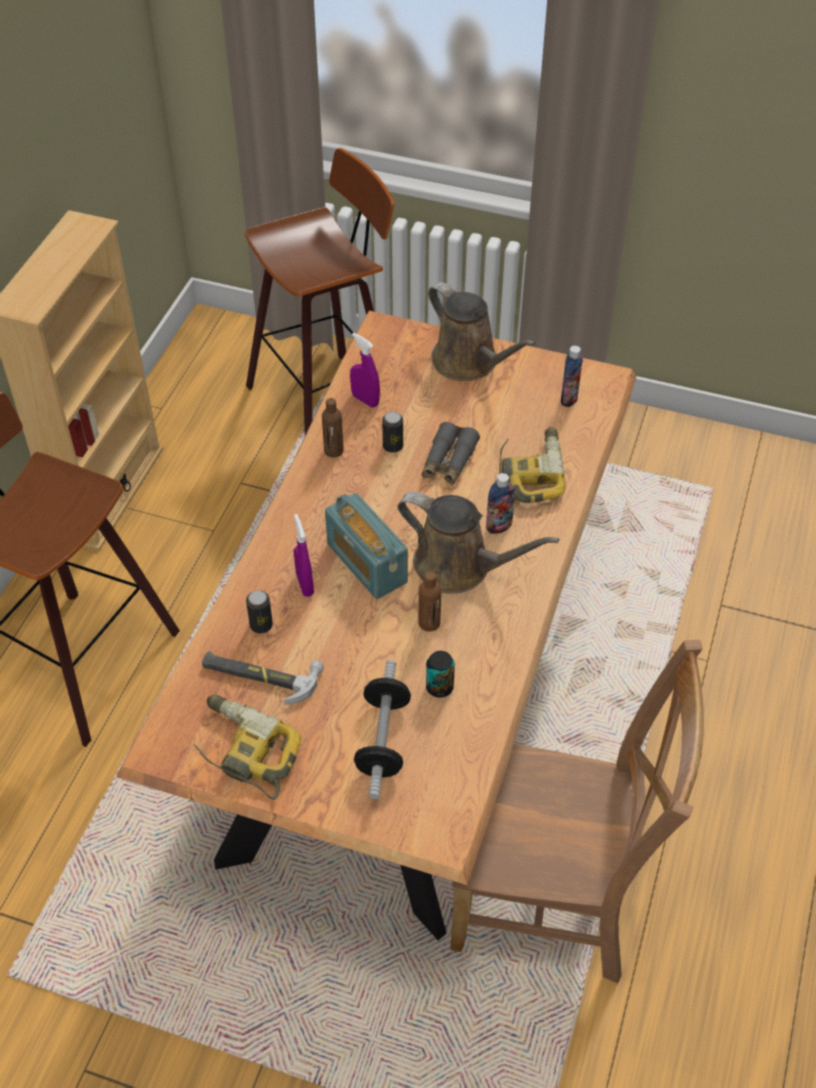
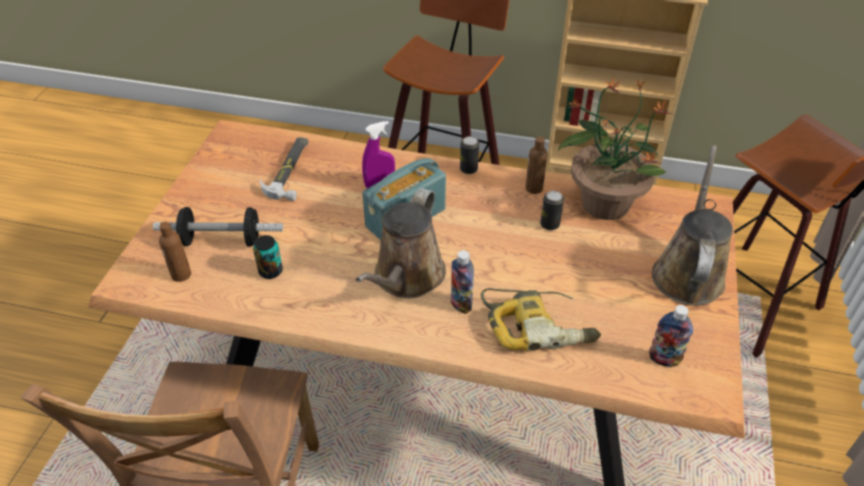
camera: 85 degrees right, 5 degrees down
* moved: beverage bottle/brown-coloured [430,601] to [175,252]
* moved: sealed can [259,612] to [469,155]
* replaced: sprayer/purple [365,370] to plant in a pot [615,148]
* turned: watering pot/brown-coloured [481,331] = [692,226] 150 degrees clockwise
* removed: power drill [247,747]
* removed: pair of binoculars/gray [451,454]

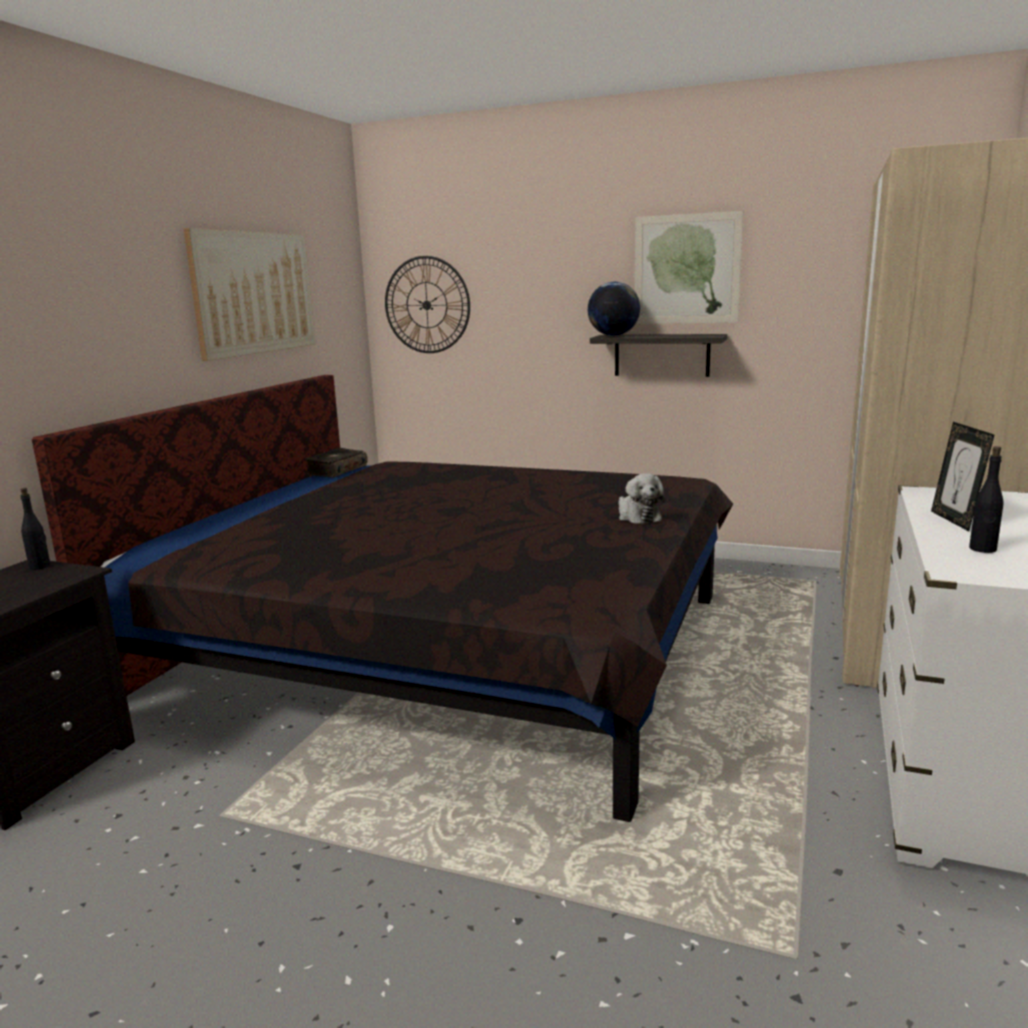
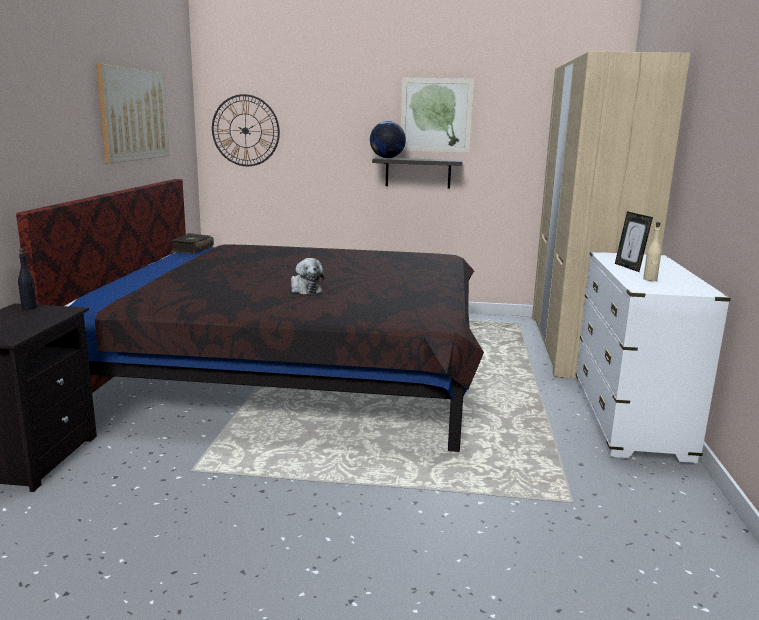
camera: 15 degrees left, 0 degrees up
* moved: plush toy [642,498] to [307,276]
* recoloured: beverage bottle/black [986,499] to beverage bottle/sand-coloured [652,251]

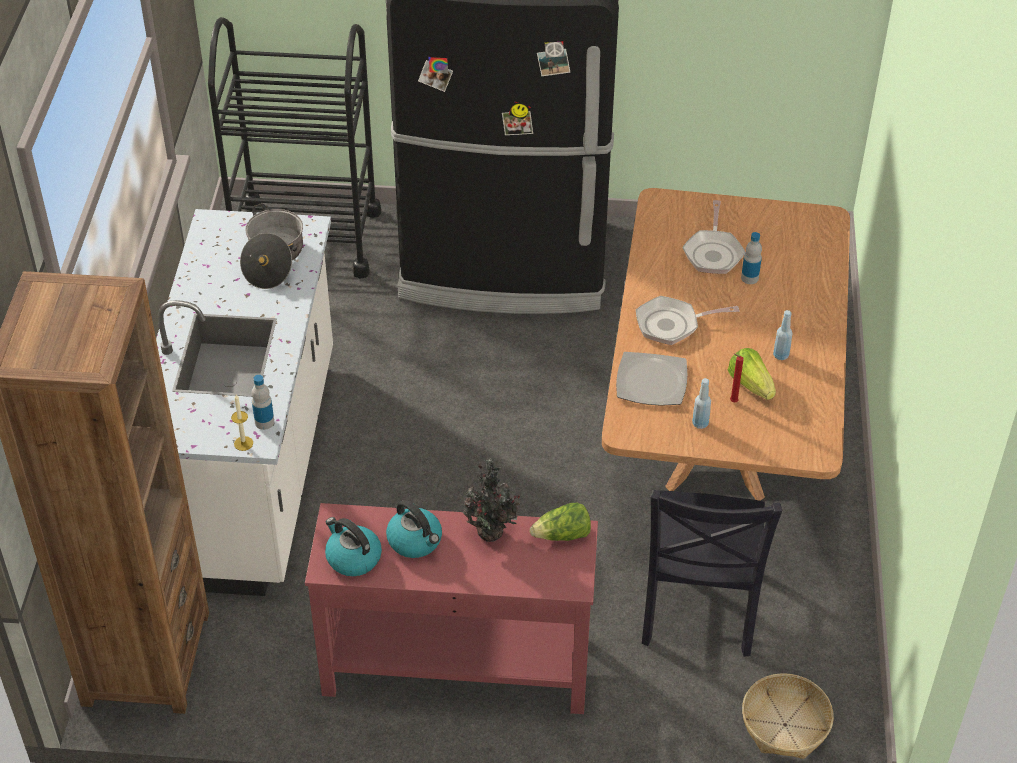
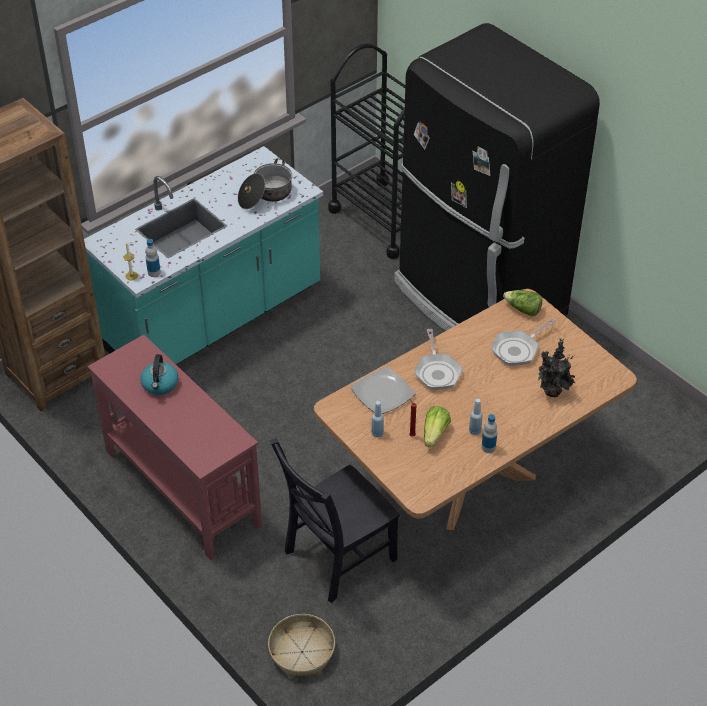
camera: 45 degrees right, 0 degrees up
* recoloured: counter/white [244,402] to counter/turquoise-coloured [203,255]
* turned: frying pan [687,320] = [438,359] 135 degrees counterclockwise
* moved: beverage bottle [751,258] to [489,433]
* moved: head of lettuce [560,522] to [522,303]
* moved: plant in a pot [491,500] to [556,367]
* removed: tea kettle [353,546]

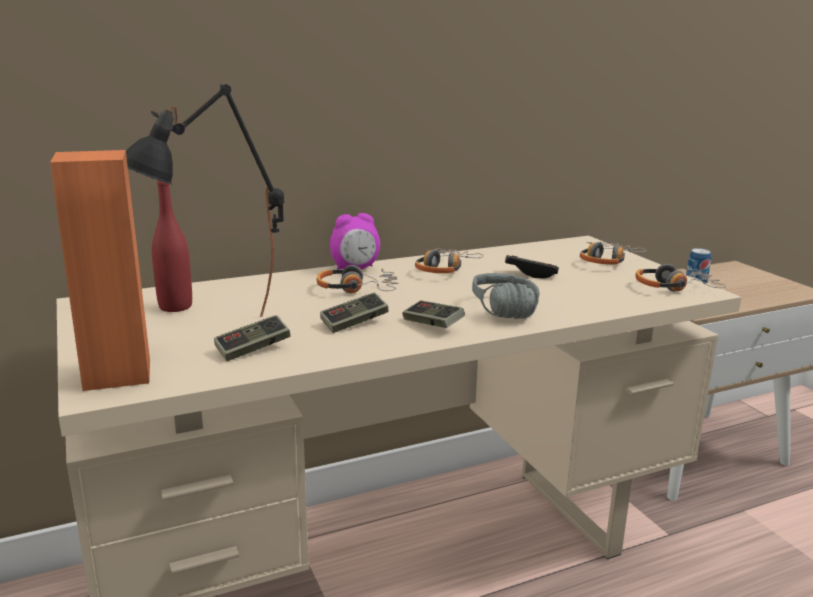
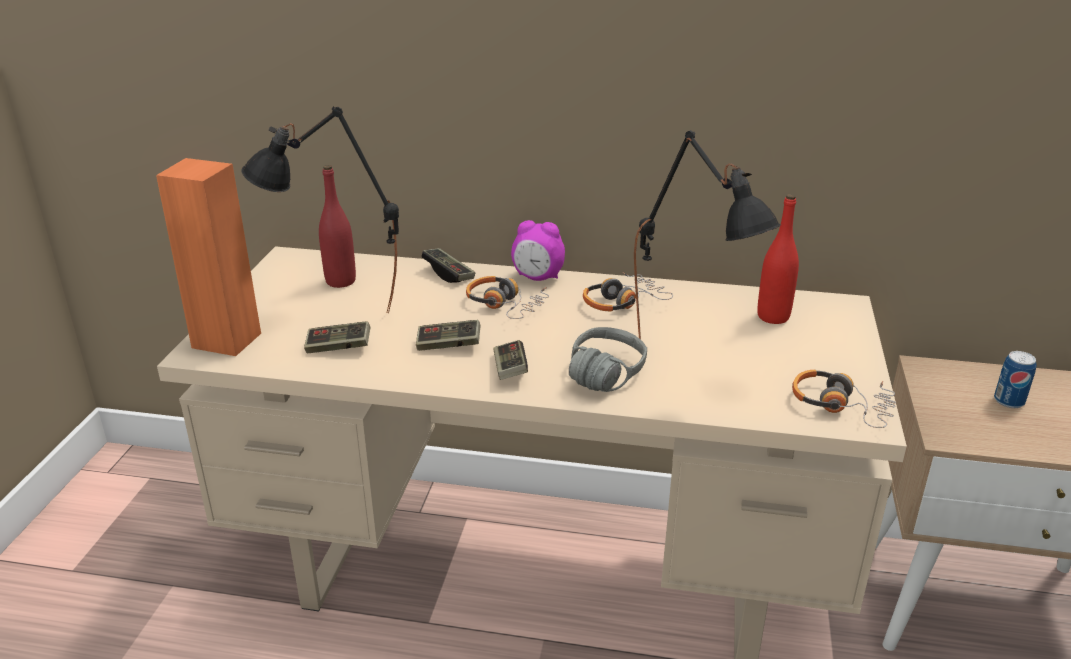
camera: 35 degrees right, 10 degrees up
* moved: gamepad [532,267] to [448,265]
* added: table lamp/black [707,234]
* added: beverage bottle/red [778,259]
* removed: pair of headphones [613,253]

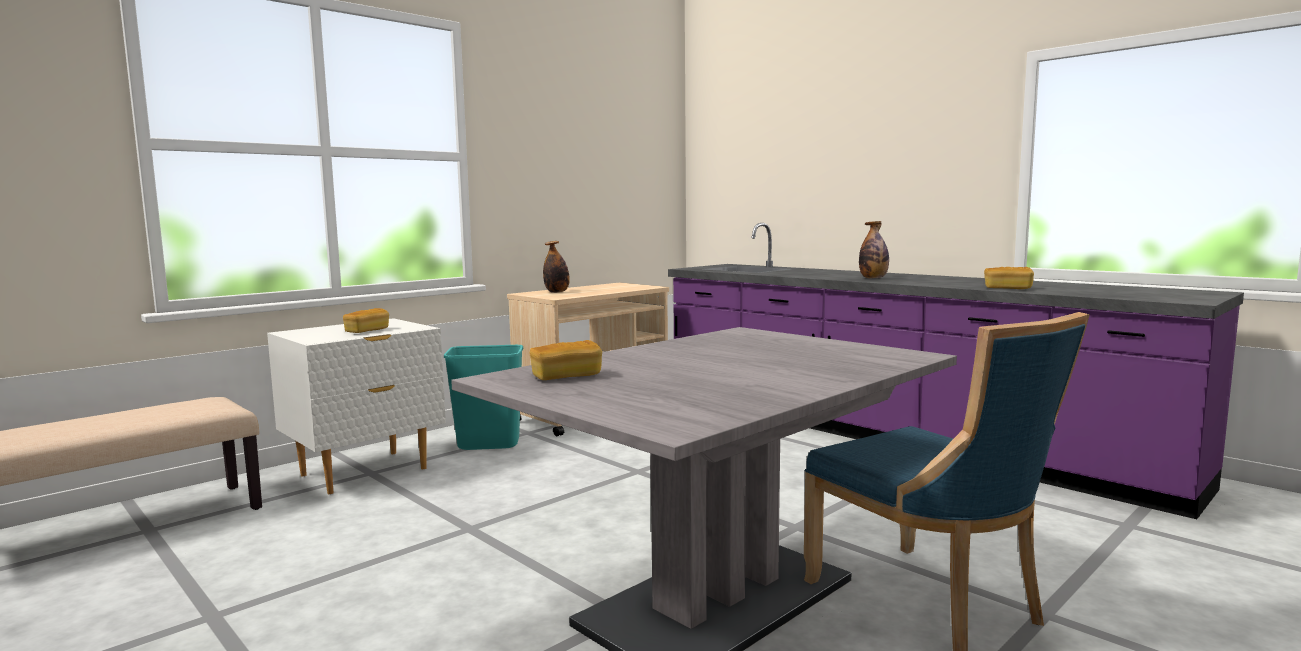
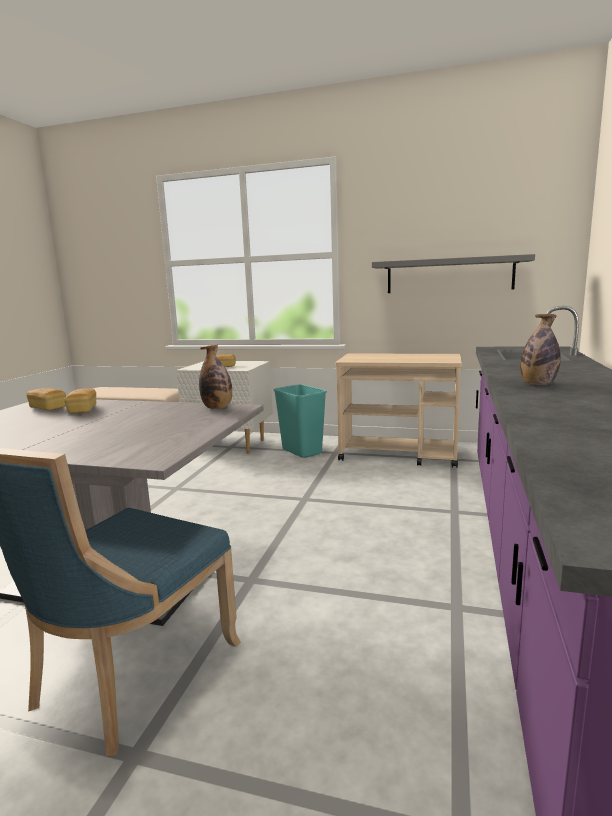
camera: 60 degrees right, 5 degrees up
* moved: bakery bread [1009,278] to [80,400]
* moved: beverage bottle [556,267] to [215,376]
* added: bracket shelf/gray [453,273]

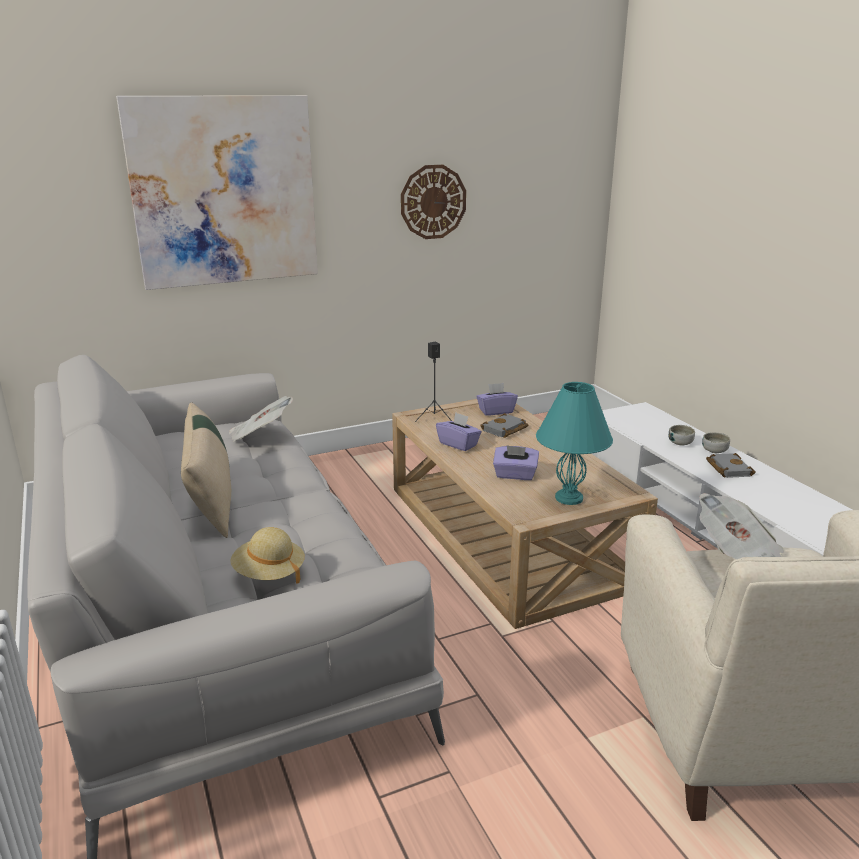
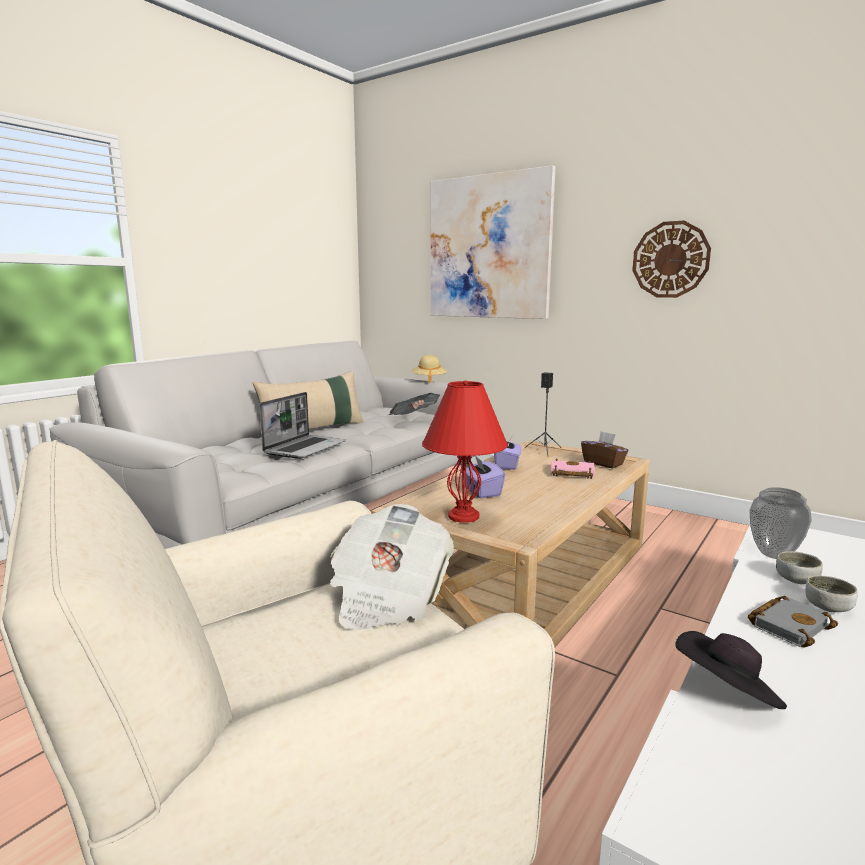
camera: 60 degrees right, 10 degrees down
* added: portable computer [302,425]
* moved: hat/sand-coloured [267,555] to [429,369]
* recoloured: table lamp/turquoise-coloured [574,443] to table lamp/red [465,452]
* recoloured: book/gray [504,425] to book/pink-coloured [573,469]
* recoloured: tissue holder/purple [497,399] to tissue holder/brown-coloured [604,449]
* added: hat/black [731,670]
* added: decorative vase [780,523]

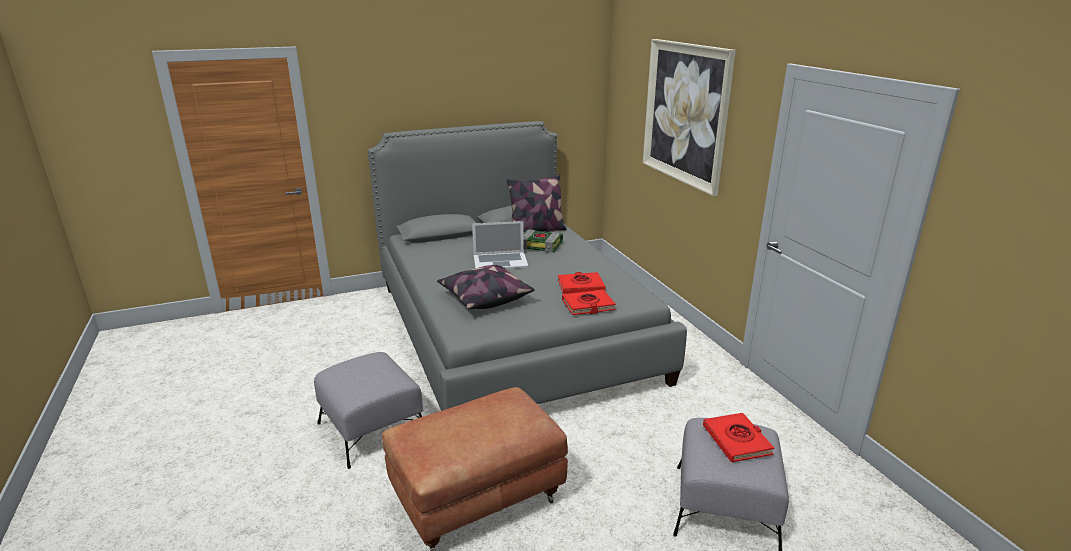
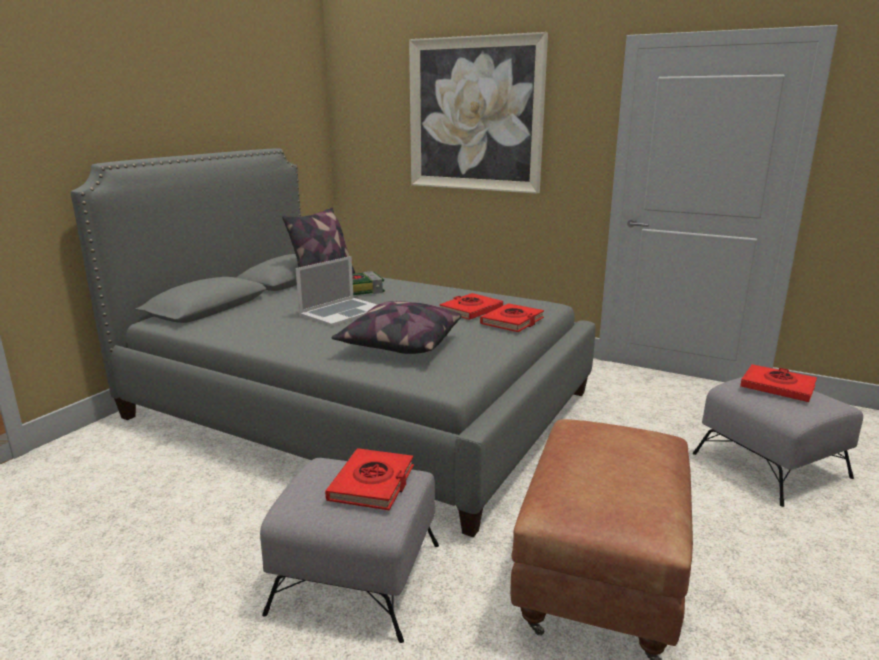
camera: 40 degrees left, 5 degrees down
* added: book/red [369,479]

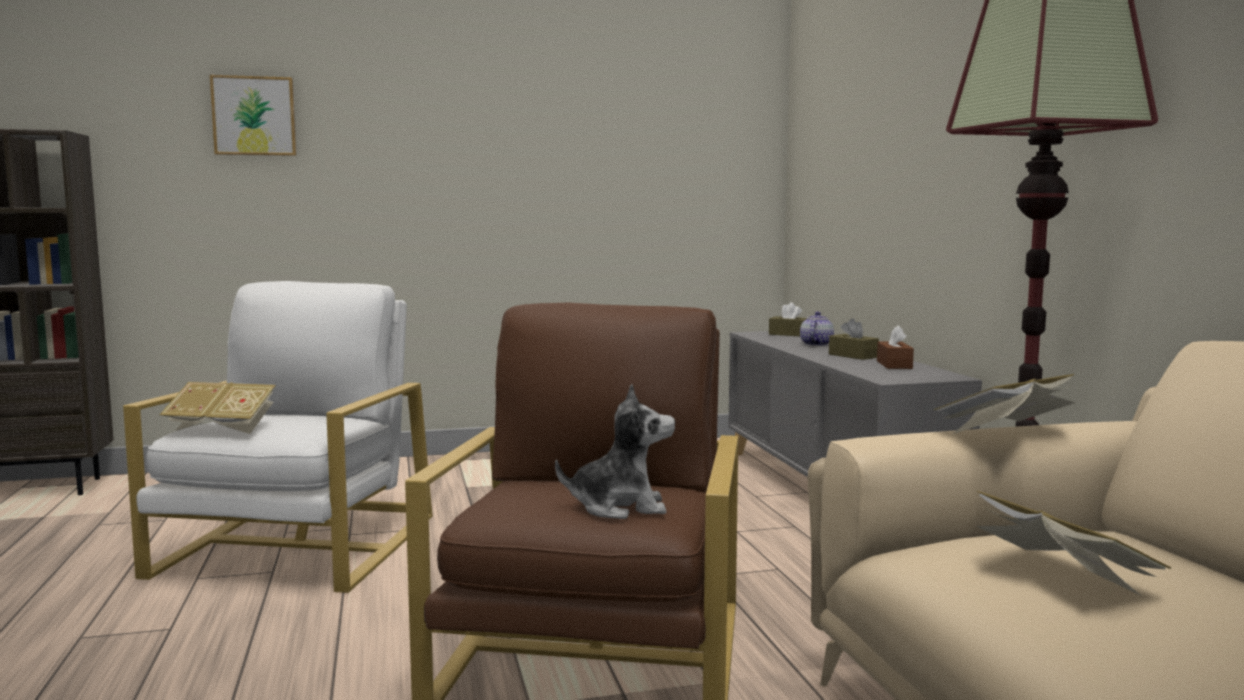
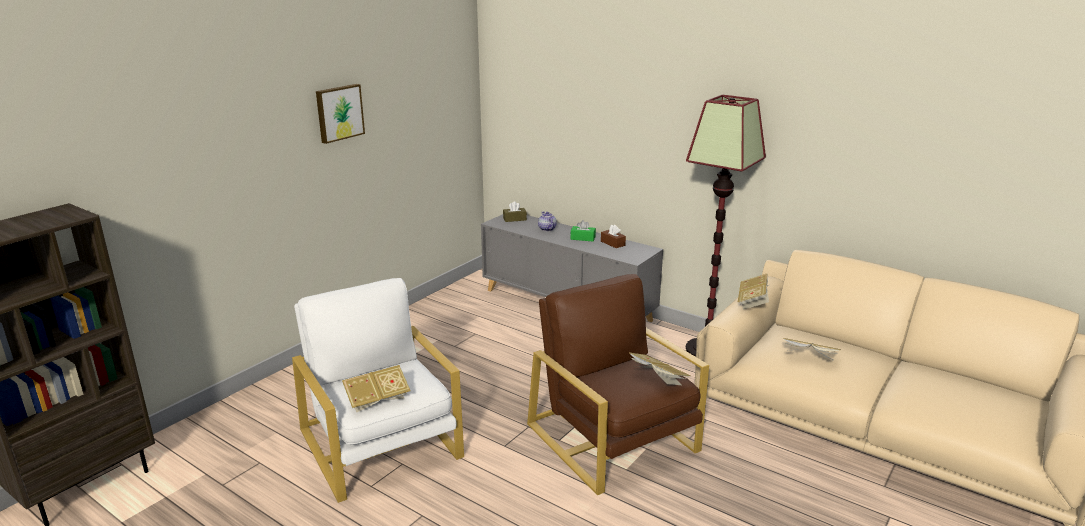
camera: 40 degrees left, 15 degrees up
* moved: wall picture [253,115] to [340,114]
* recoloured: tissue holder/brown-coloured [854,339] to tissue holder/green [583,231]
* replaced: plush toy [615,451] to book [660,369]

